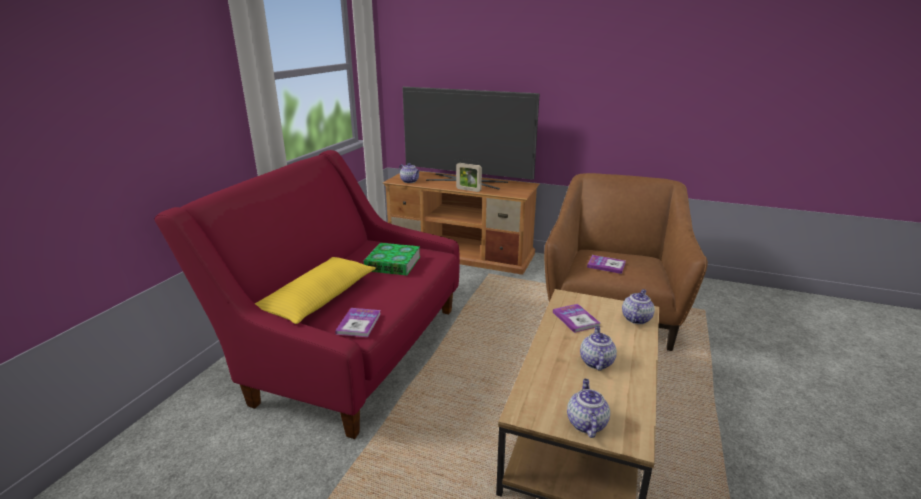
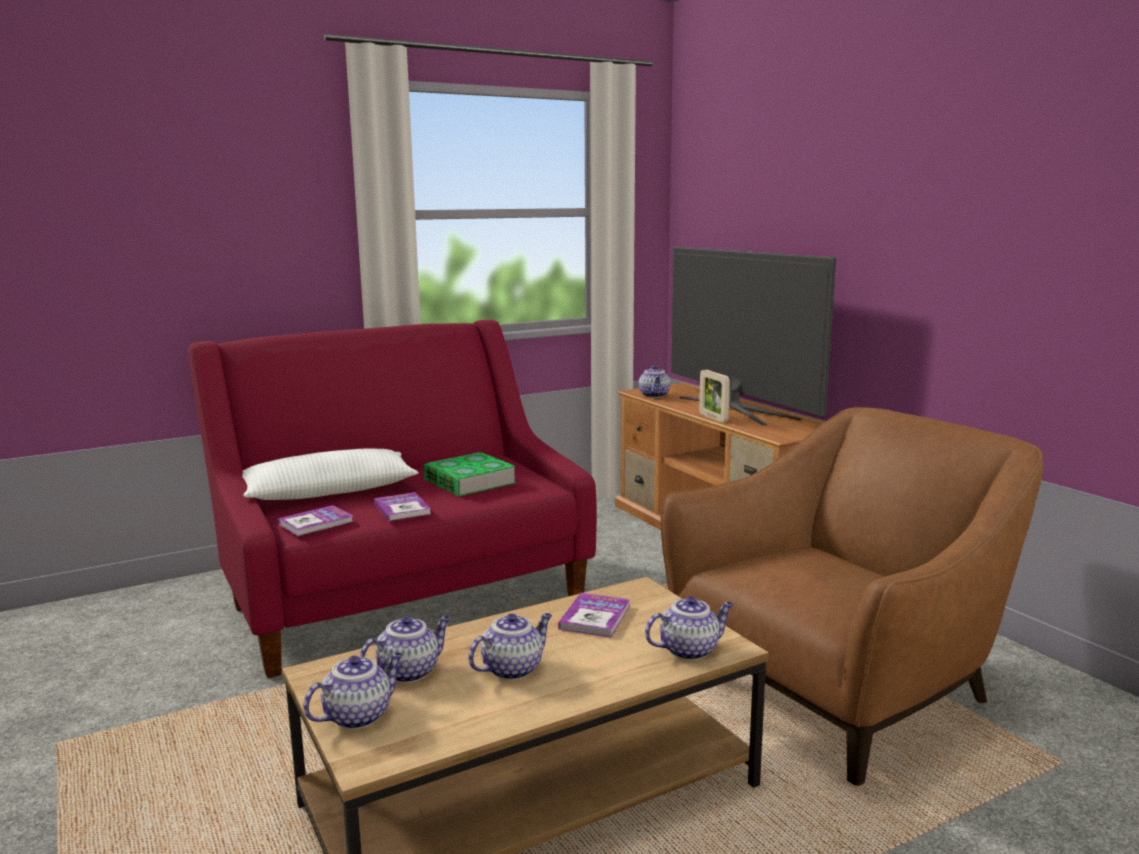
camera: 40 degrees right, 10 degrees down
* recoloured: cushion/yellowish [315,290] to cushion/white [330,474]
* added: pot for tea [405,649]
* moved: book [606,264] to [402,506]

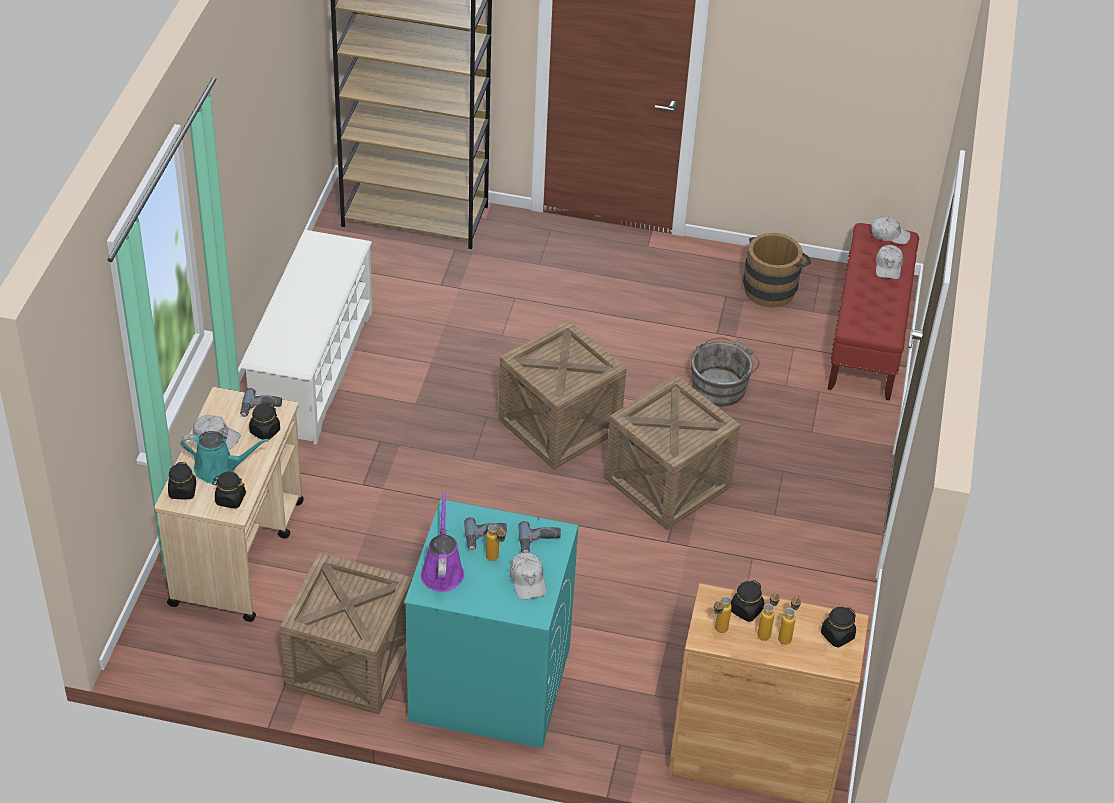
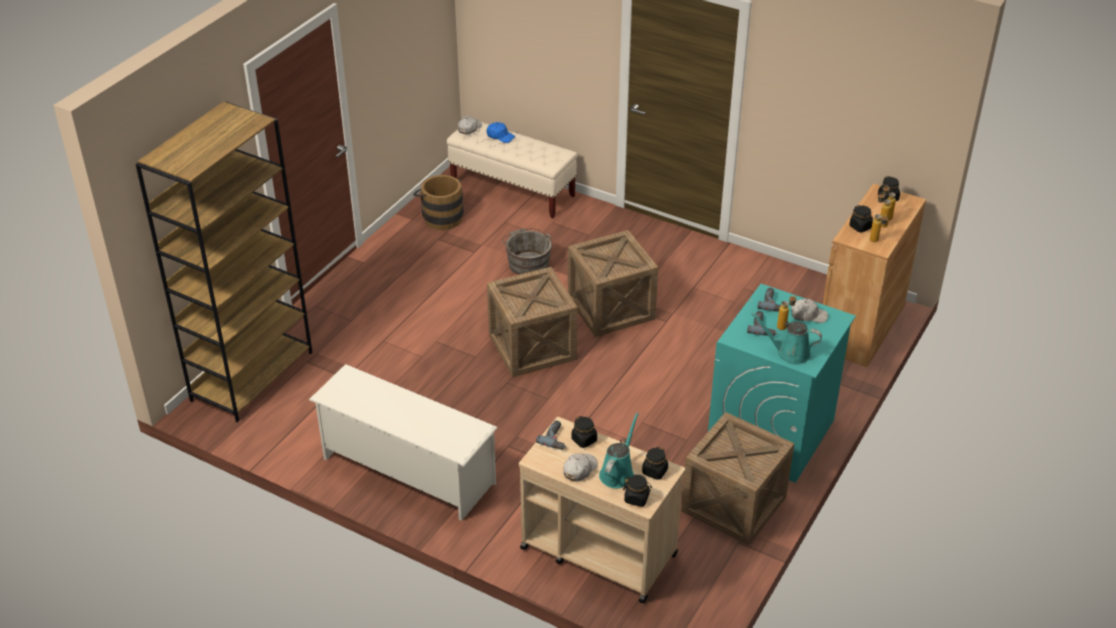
camera: 70 degrees left, 5 degrees down
* recoloured: bench/red [873,311] to bench/sand-coloured [512,170]
* recoloured: cap/white [889,262] to cap/blue-coloured [501,132]
* recoloured: watering pot/purple [442,541] to watering pot/turquoise-coloured [786,339]

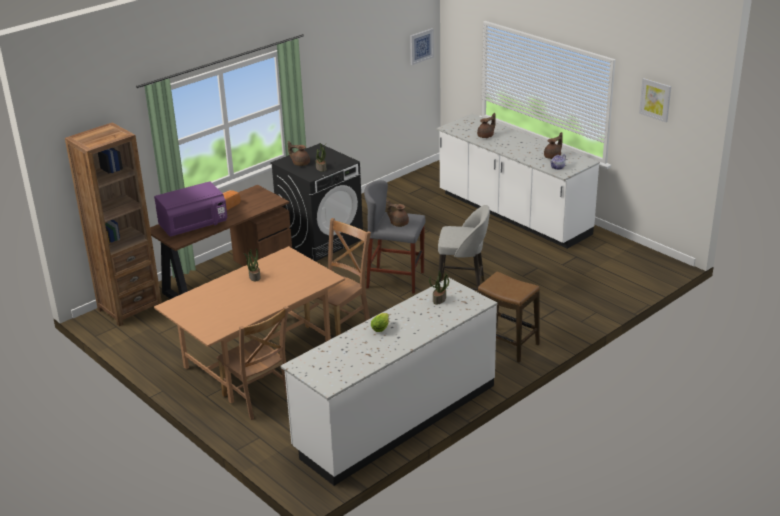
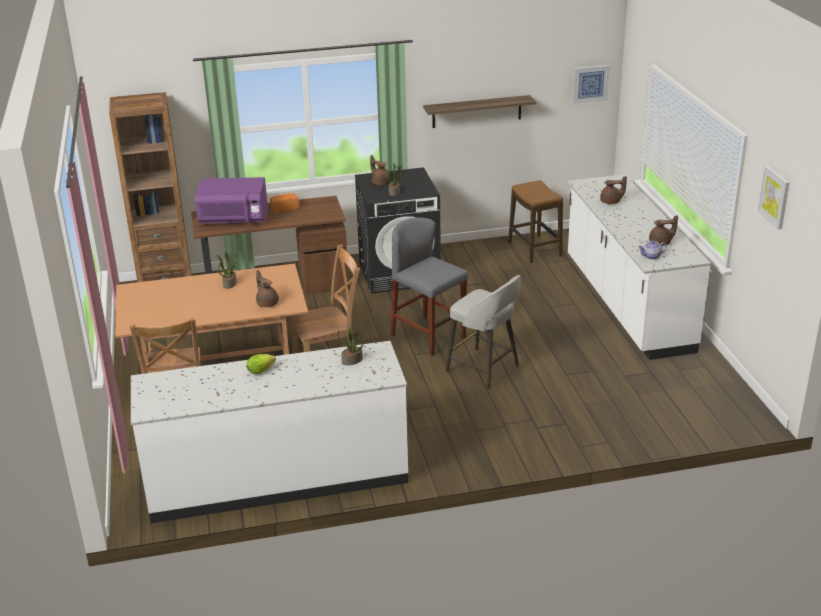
camera: 30 degrees right, 0 degrees up
* moved: pot for tea/brown-coloured [397,213] to [267,288]
* added: bracket shelf [479,111]
* moved: stool [509,317] to [535,221]

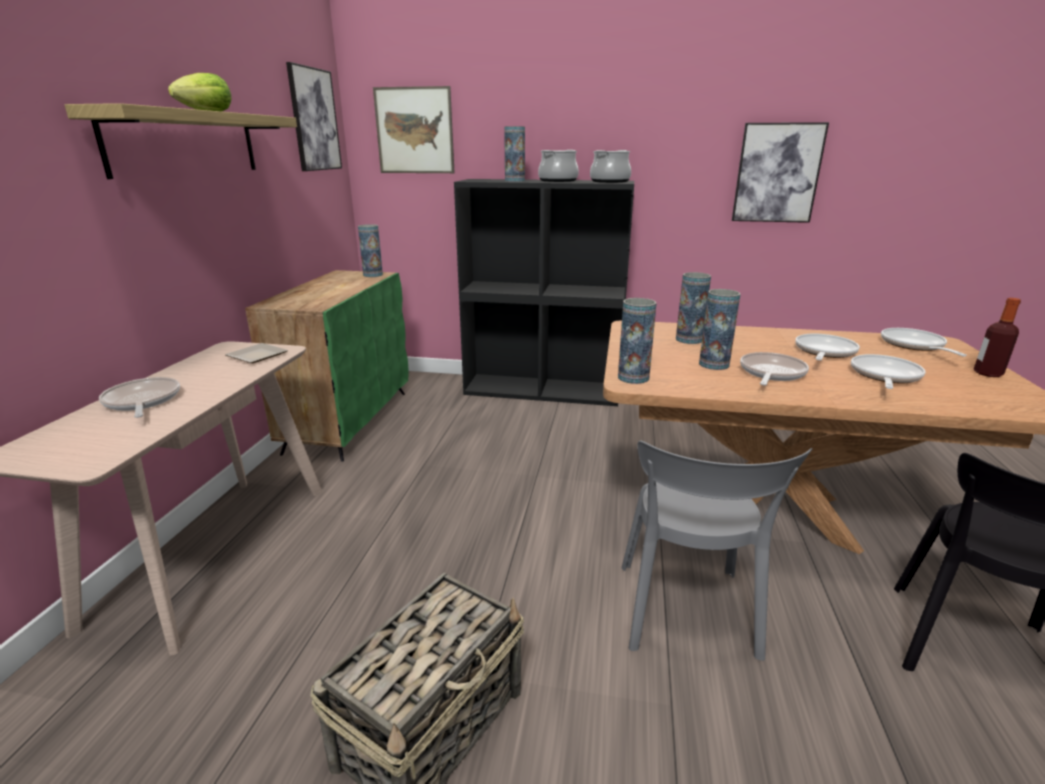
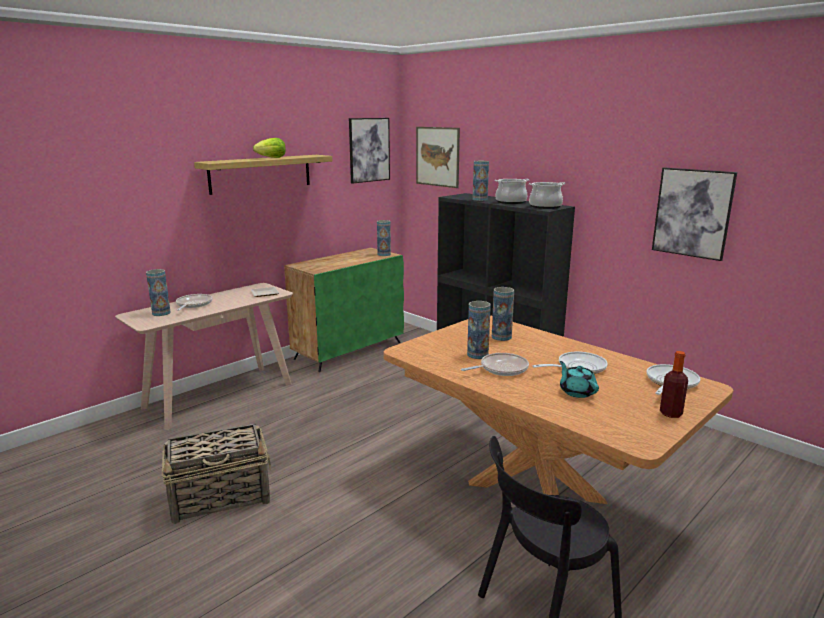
camera: 35 degrees right, 5 degrees down
* moved: decorative vase [637,341] to [158,292]
* replaced: frying pan [888,371] to pot for tea/turquoise-coloured [579,379]
* removed: plain chair/gray [717,551]

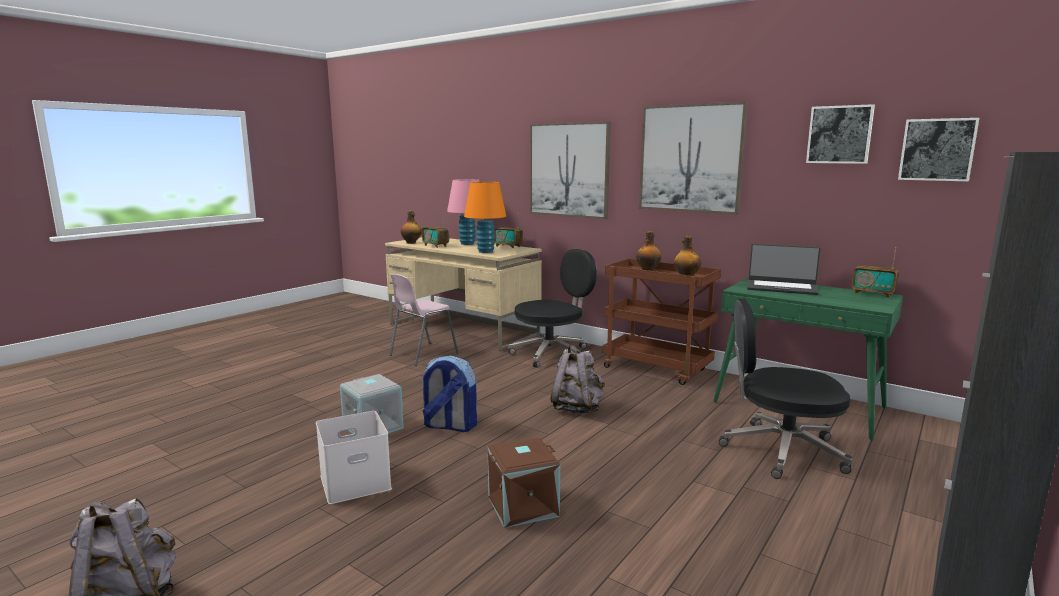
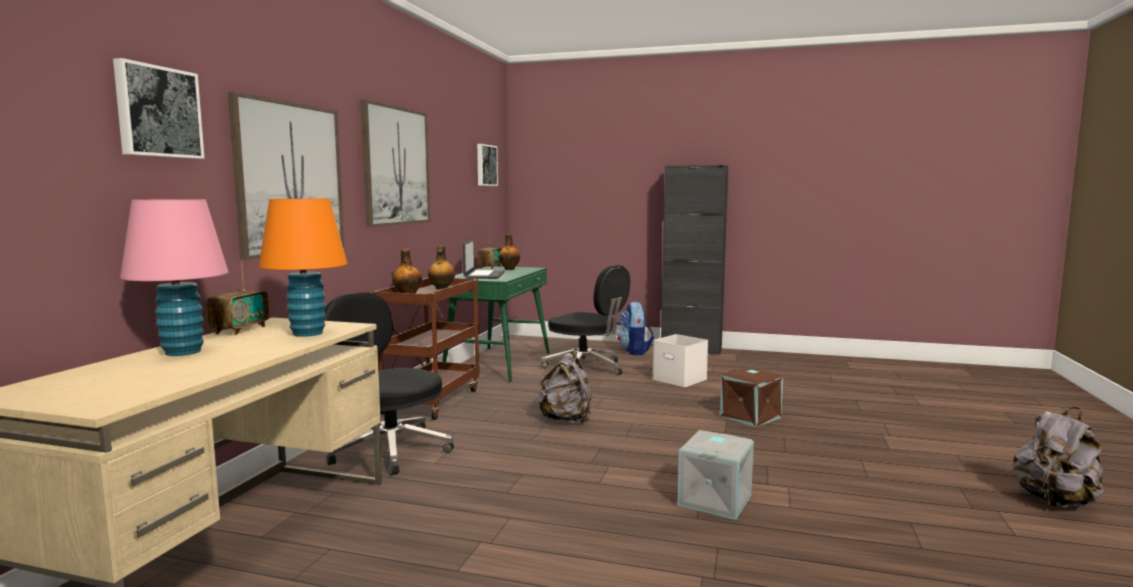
camera: 110 degrees left, 5 degrees down
* moved: wall picture [840,134] to [159,108]
* moved: beverage bottle [411,227] to [509,252]
* turned: computer chair/black [786,388] = [585,320] 45 degrees counterclockwise
* moved: backpack [449,393] to [635,328]
* moved: storage bin/white [354,457] to [680,360]
* removed: plain chair/pink-coloured [424,320]
* removed: radio set [435,230]

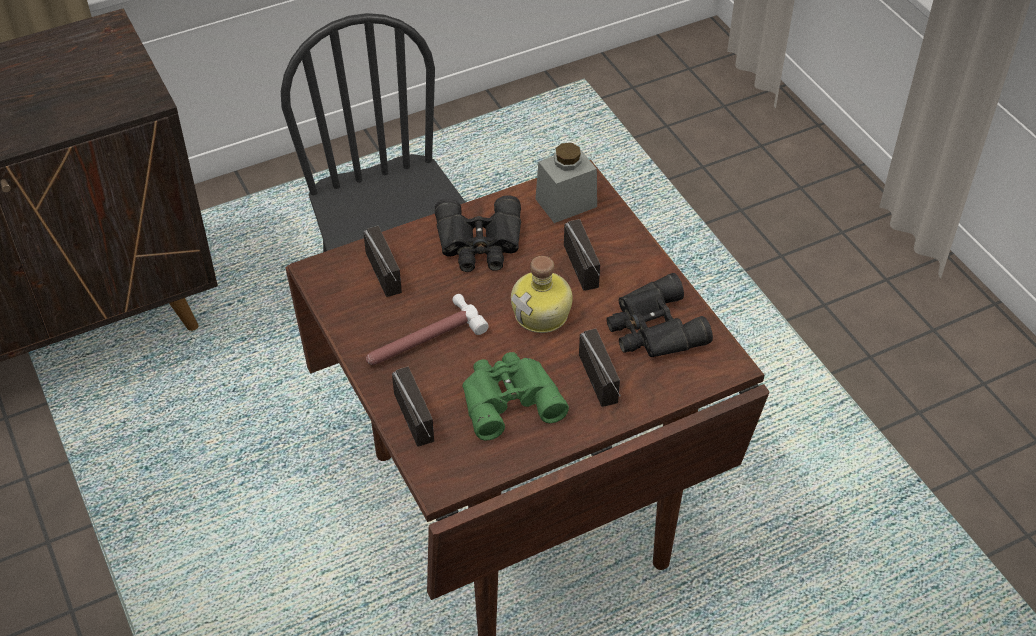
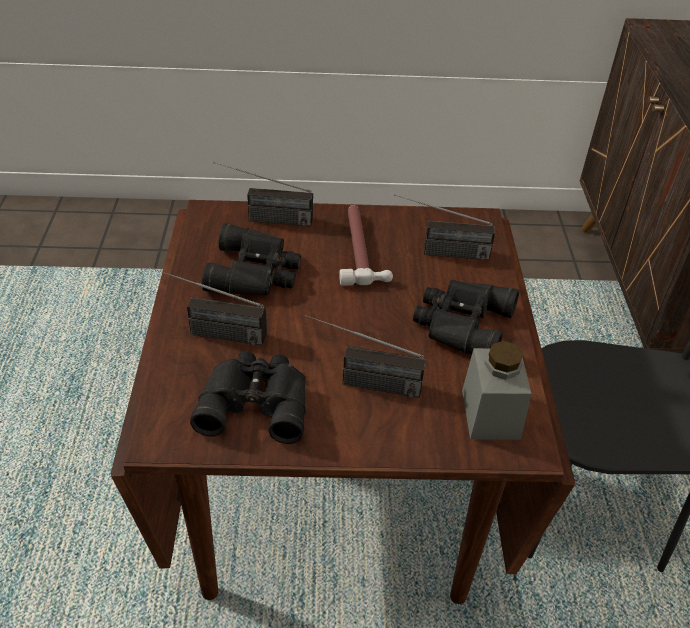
camera: 115 degrees right, 5 degrees down
* recoloured: pair of binoculars/green [515,396] to pair of binoculars/black [251,259]
* removed: beverage bottle [542,294]

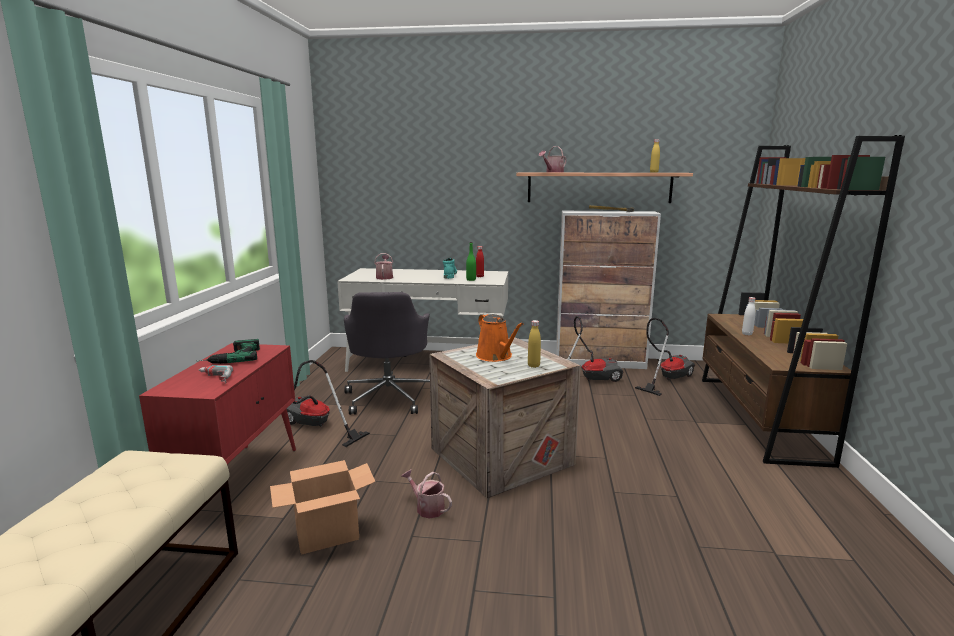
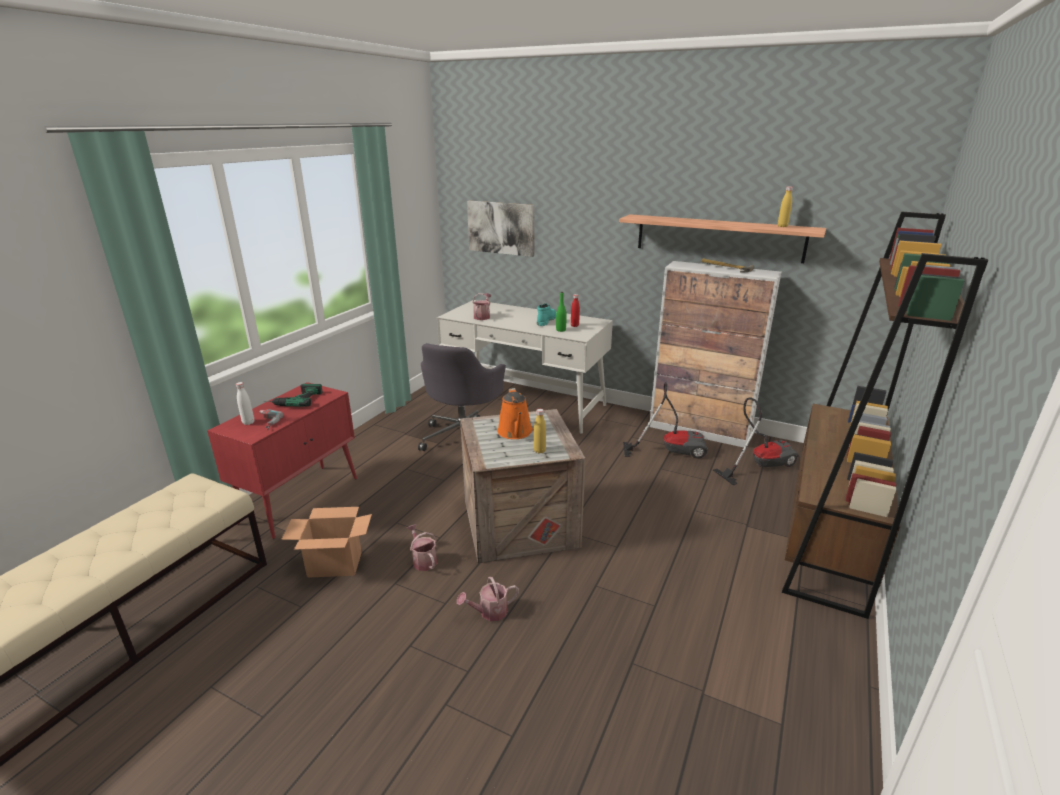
camera: 20 degrees right, 10 degrees up
* moved: beverage bottle/white [749,316] to [245,403]
* moved: watering pot [552,159] to [488,599]
* added: wall picture [501,229]
* removed: vacuum [328,403]

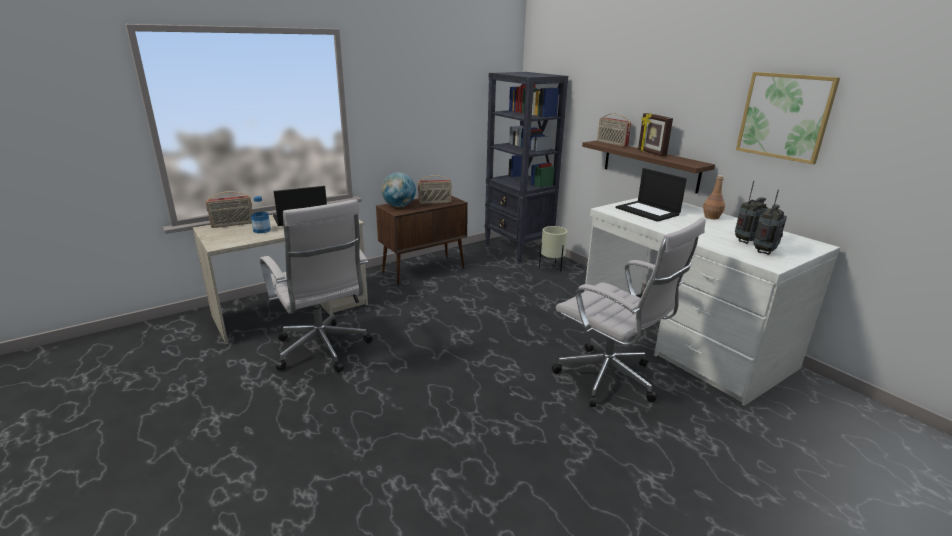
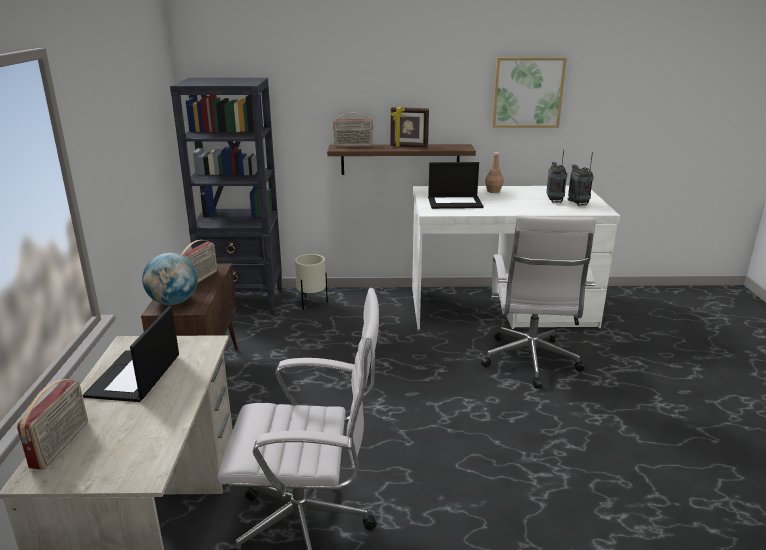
camera: 55 degrees left, 0 degrees up
* turned: computer chair/white [629,312] = [538,301] 105 degrees clockwise
* removed: beverage bottle [261,214]

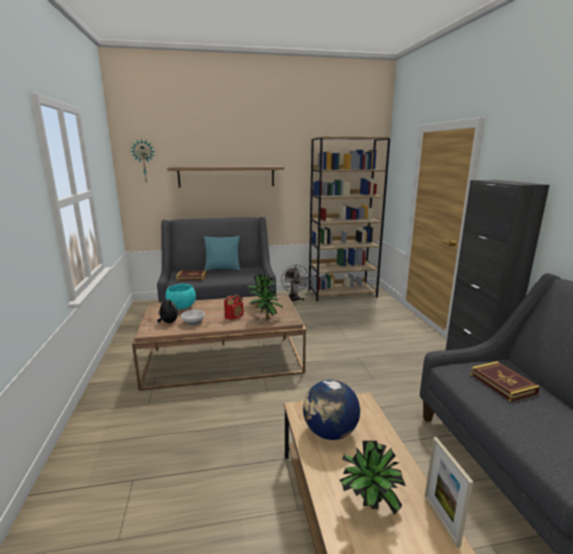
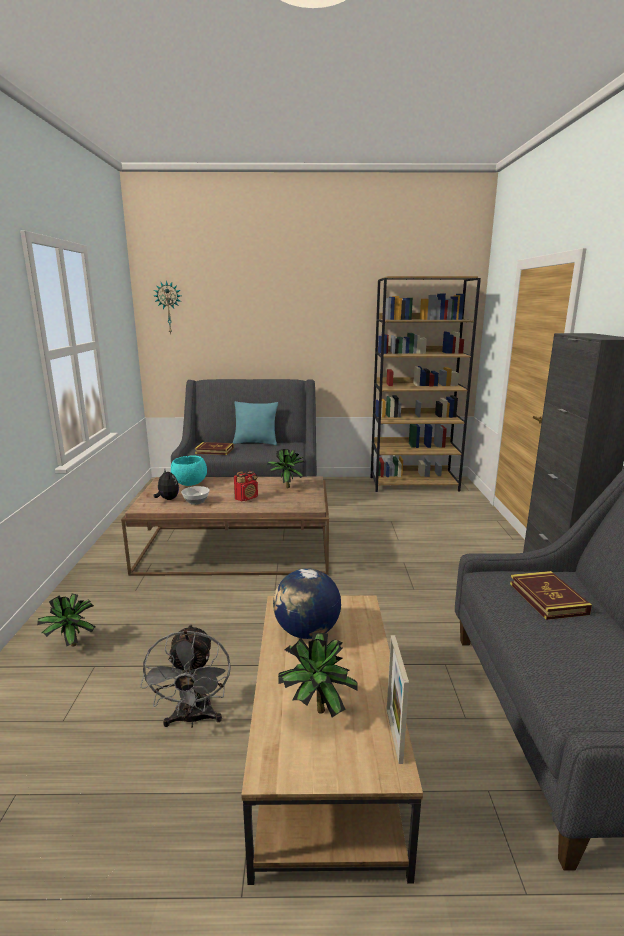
camera: 10 degrees right, 0 degrees up
* moved: plant in a pot [266,303] to [66,620]
* moved: electric fan/gray [296,283] to [185,676]
* removed: bracket shelf [225,176]

